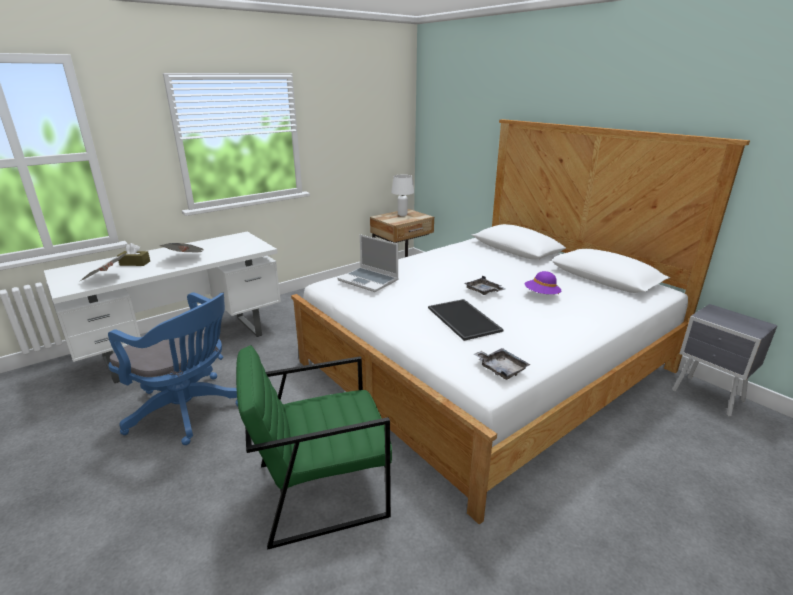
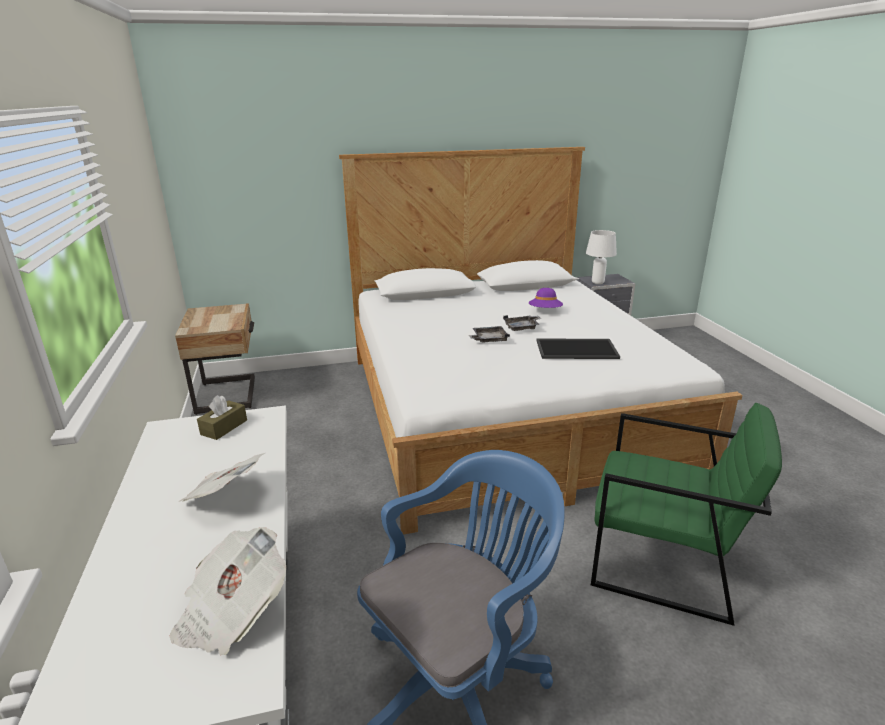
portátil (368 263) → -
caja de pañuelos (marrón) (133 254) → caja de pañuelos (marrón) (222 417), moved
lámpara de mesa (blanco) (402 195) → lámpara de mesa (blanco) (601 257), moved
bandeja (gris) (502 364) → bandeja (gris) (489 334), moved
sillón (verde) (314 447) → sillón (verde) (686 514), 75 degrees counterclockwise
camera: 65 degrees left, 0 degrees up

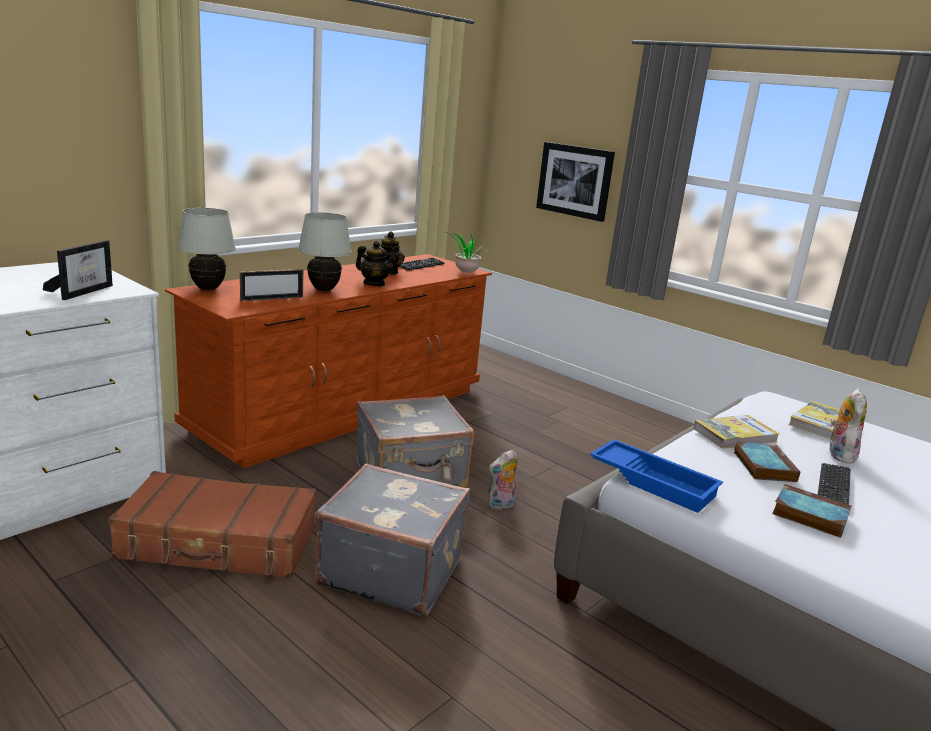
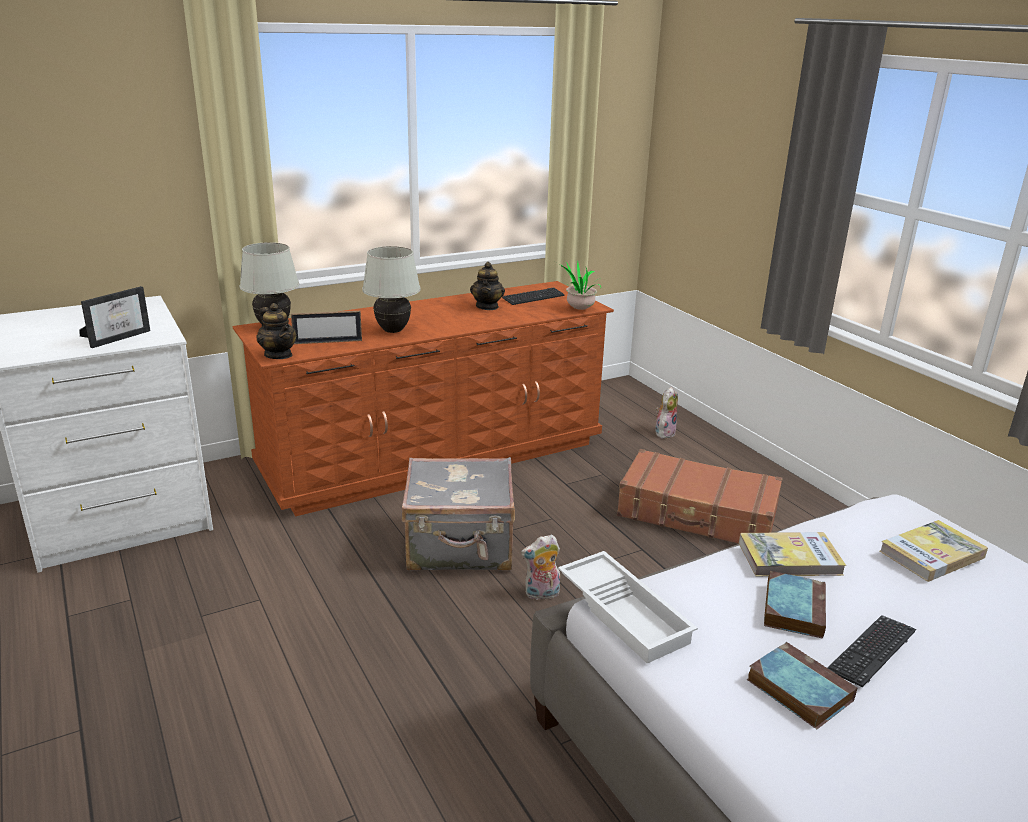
maleta (gris) (392 540) → -
cuadro (575 182) → -
maleta (marrón) (212 525) → maleta (marrón) (700 496), moved
tetera (375 263) → tetera (276 331), moved
peluche (848 426) → peluche (666 413), moved
bandeja (azul) (656 476) → bandeja (blanco) (628 607)
camera: 20 degrees right, 5 degrees up

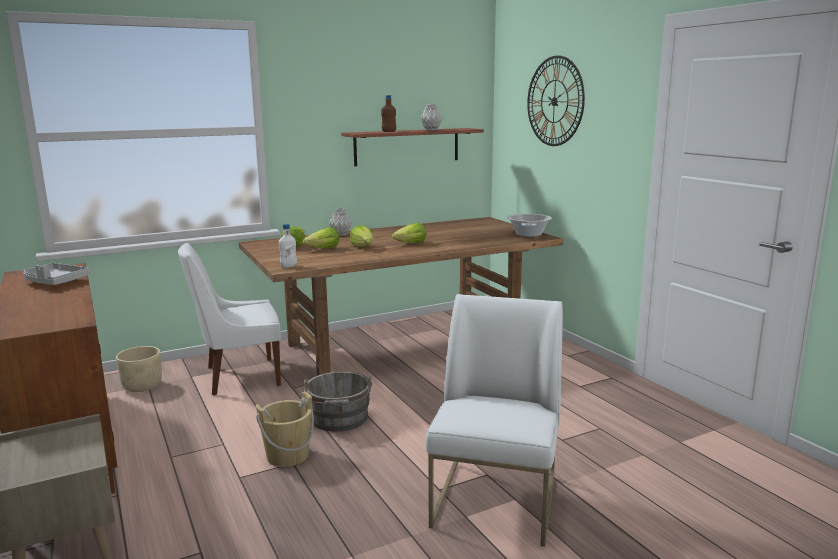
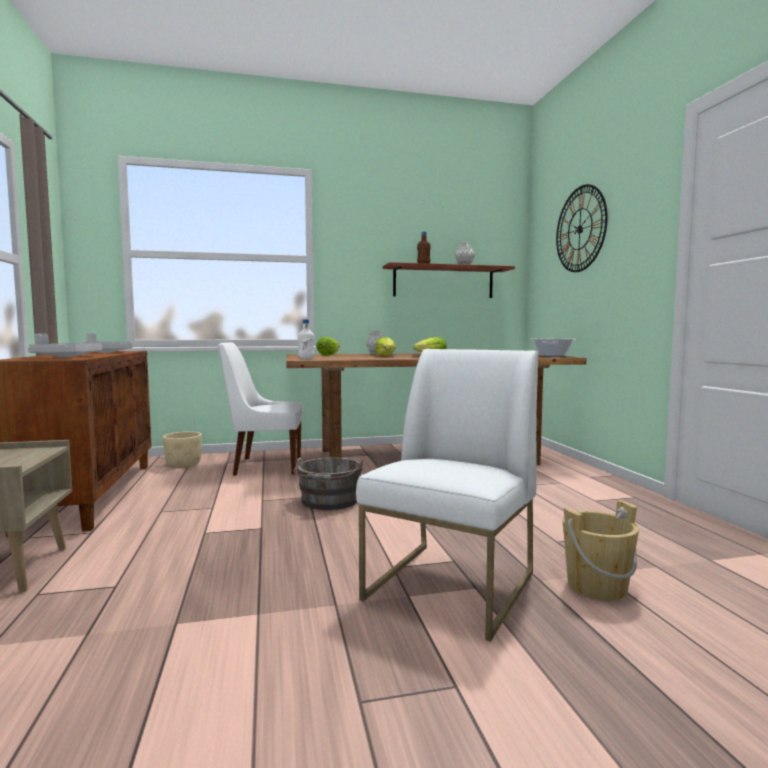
lechuga (321 237) → -
- → bandeja (gris) (65 345)
cubo (beis) (285 429) → cubo (beis) (600 550), moved
camera: 15 degrees right, 10 degrees down

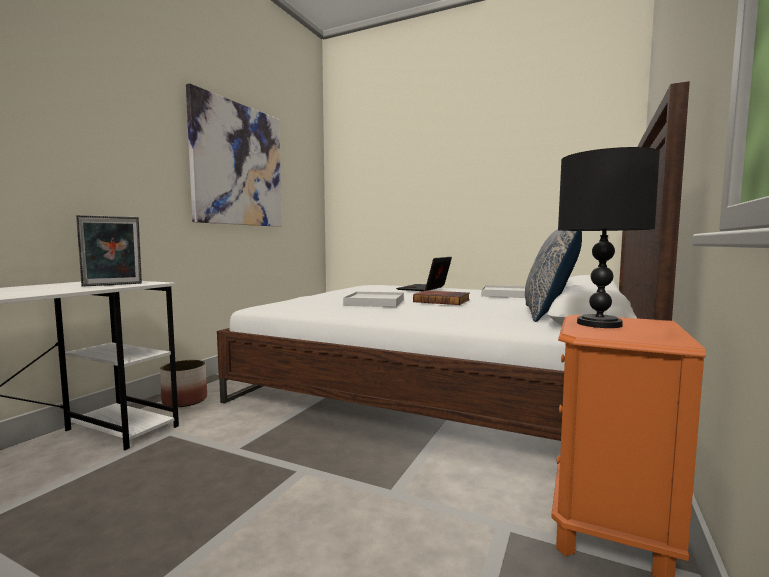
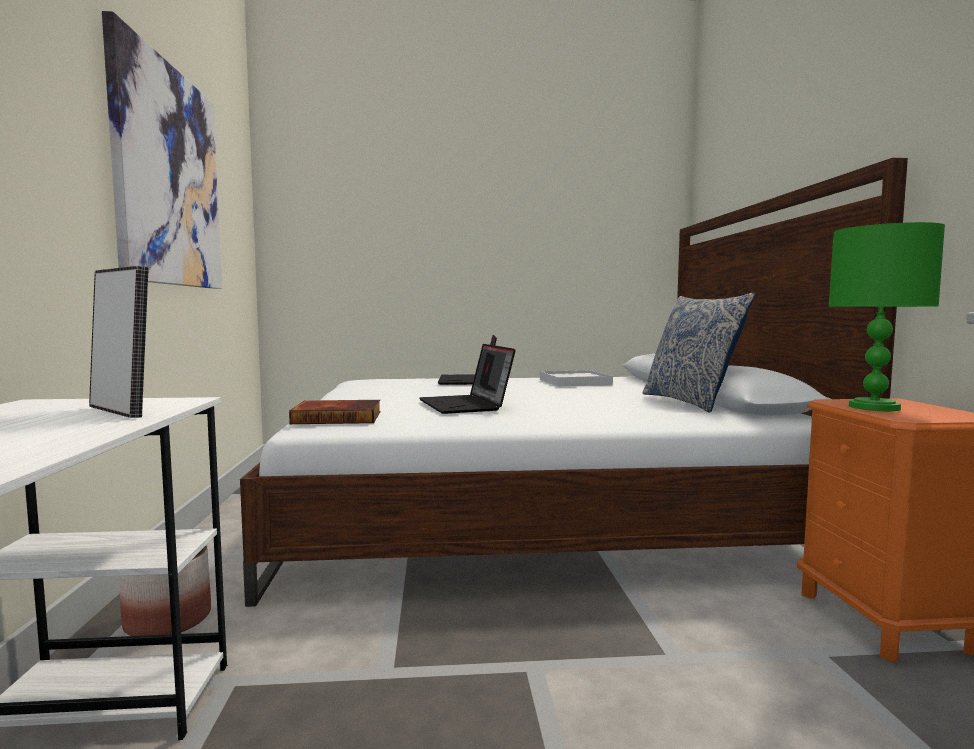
libro (441 297) → libro (334 412), moved
bandeja (blanco) (373 299) → portátil (467 379)
lámpara de mesa (negro) (609 237) → lámpara de mesa (verde) (886 316)
portarretratos (109 250) → portarretratos (119 342), 75 degrees counterclockwise
camera: 30 degrees left, 0 degrees up

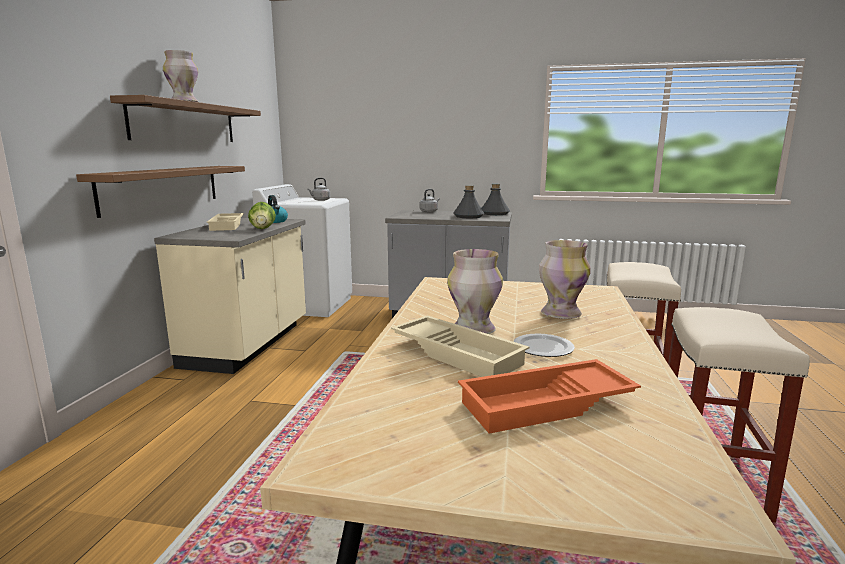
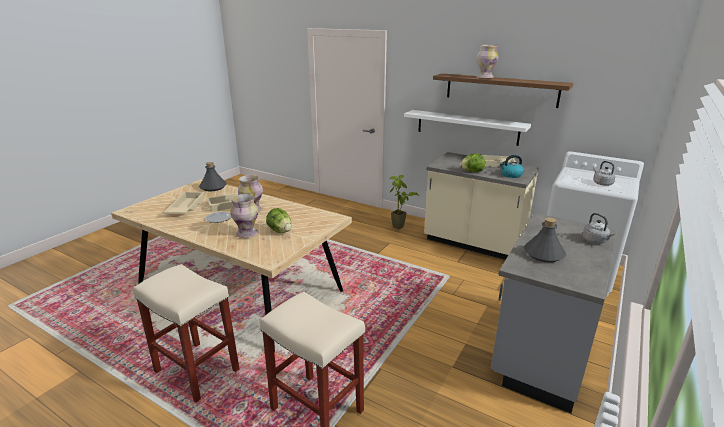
- → lechuga (279 220)
- → planta en maceta (404 202)
botella (gris) (495 199) → botella (gris) (213 176), moved
estante (marrón) (160 192) → estante (blanco) (467 128)
bandeja (naranja) (549 396) → bandeja (beis) (184 203)
camera: 110 degrees right, 10 degrees up

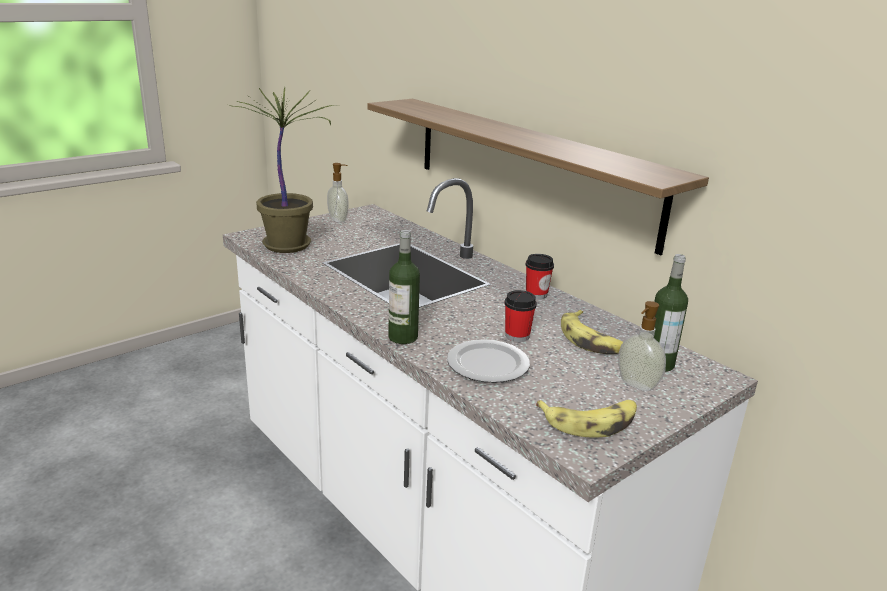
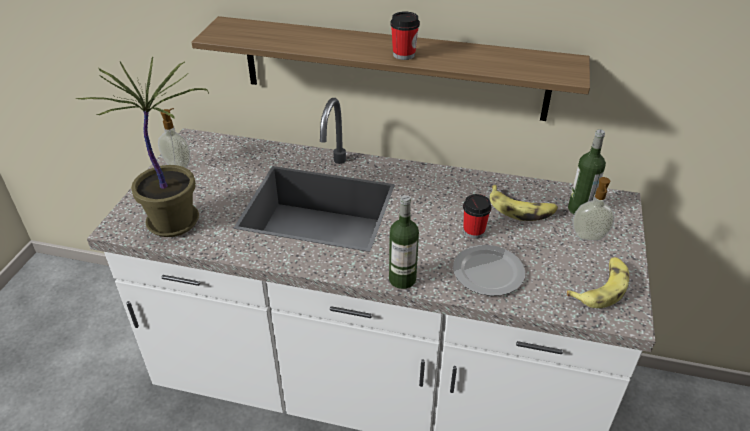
taza (540 276) → taza (405 35), moved
camera: 35 degrees left, 15 degrees up

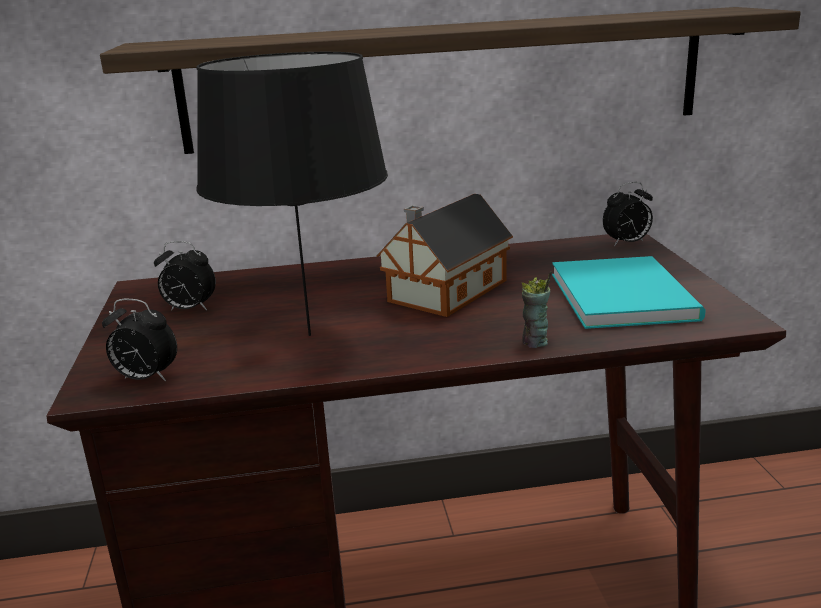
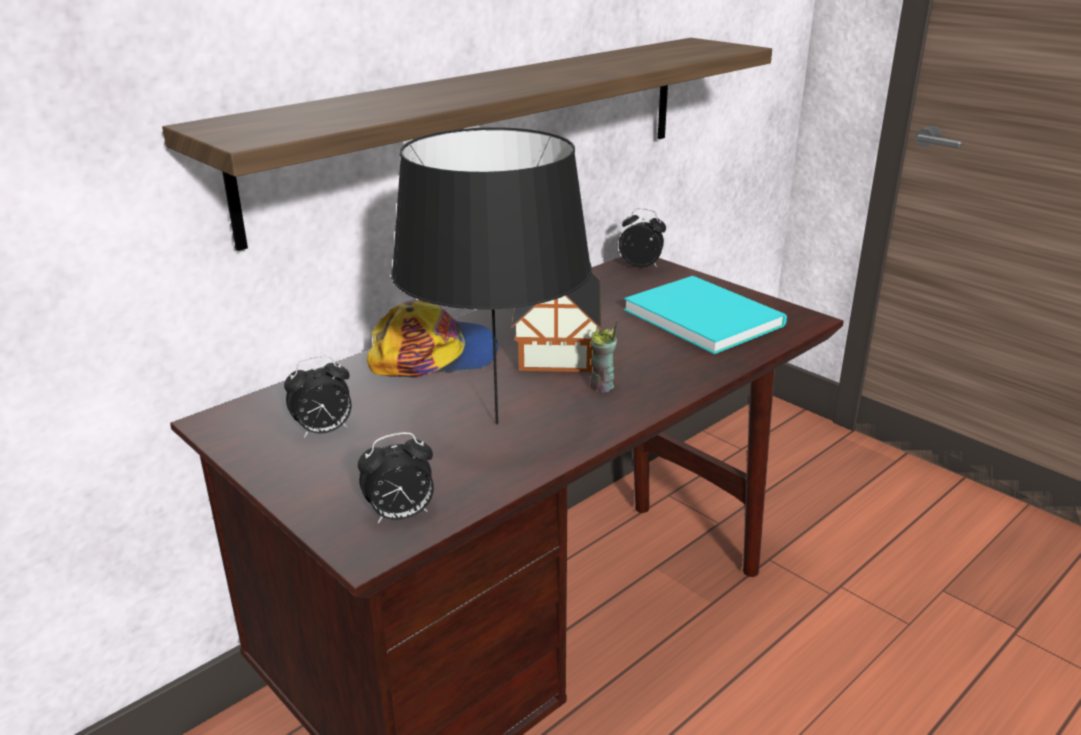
- → gorra (432 339)
taza (536 309) → taza (604 356), moved
despertador (628 214) → despertador (642 237), 105 degrees counterclockwise
camera: 35 degrees left, 5 degrees up

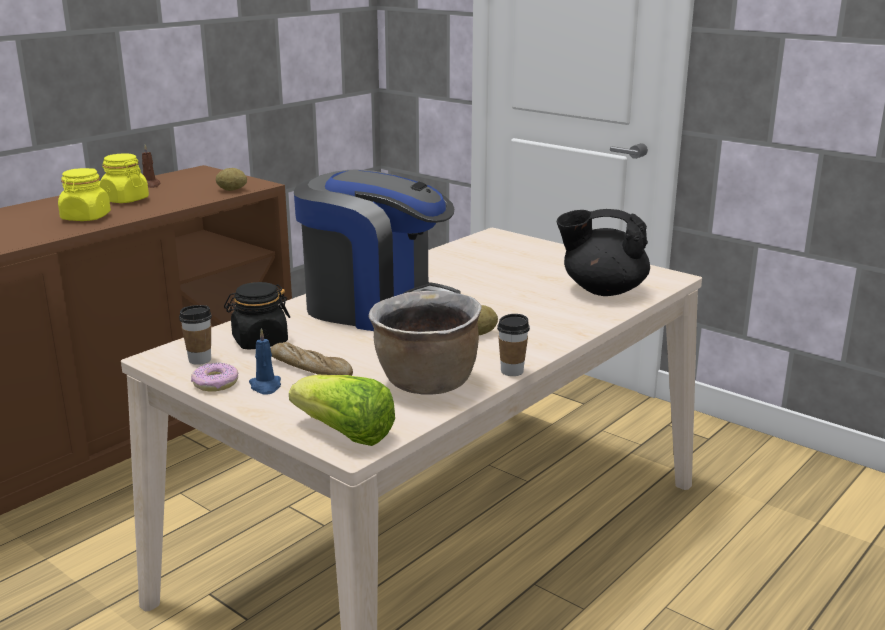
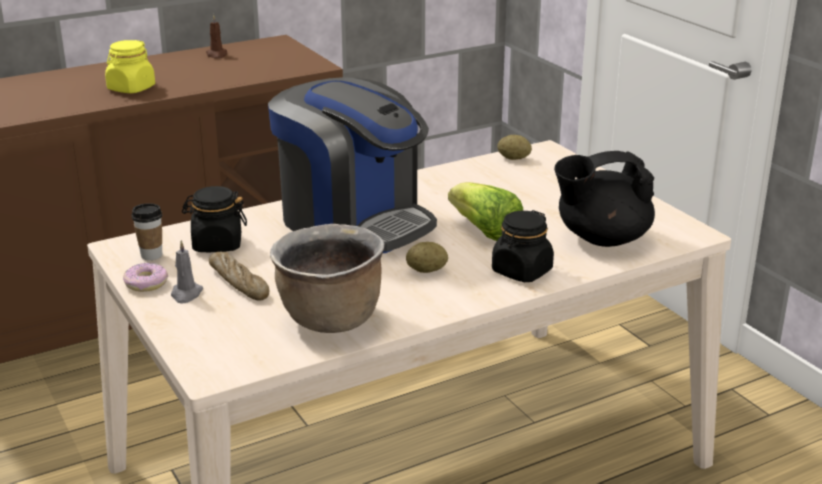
tarro (amarillo) (124 178) → -
taza (513 345) → -
- → tarro (negro) (523 246)
patata (231 179) → patata (515 147), moved
lechuga (342 410) → lechuga (485 211), moved
vela (azul) (265 361) → vela (gris) (187 271)
tetera (negro) (603 252) → tetera (negro) (604 199), 45 degrees counterclockwise
camera: 20 degrees right, 5 degrees up

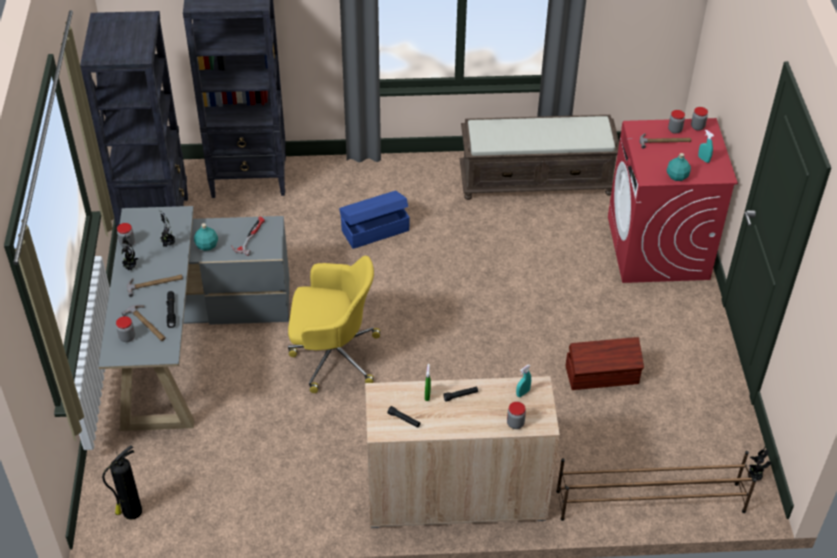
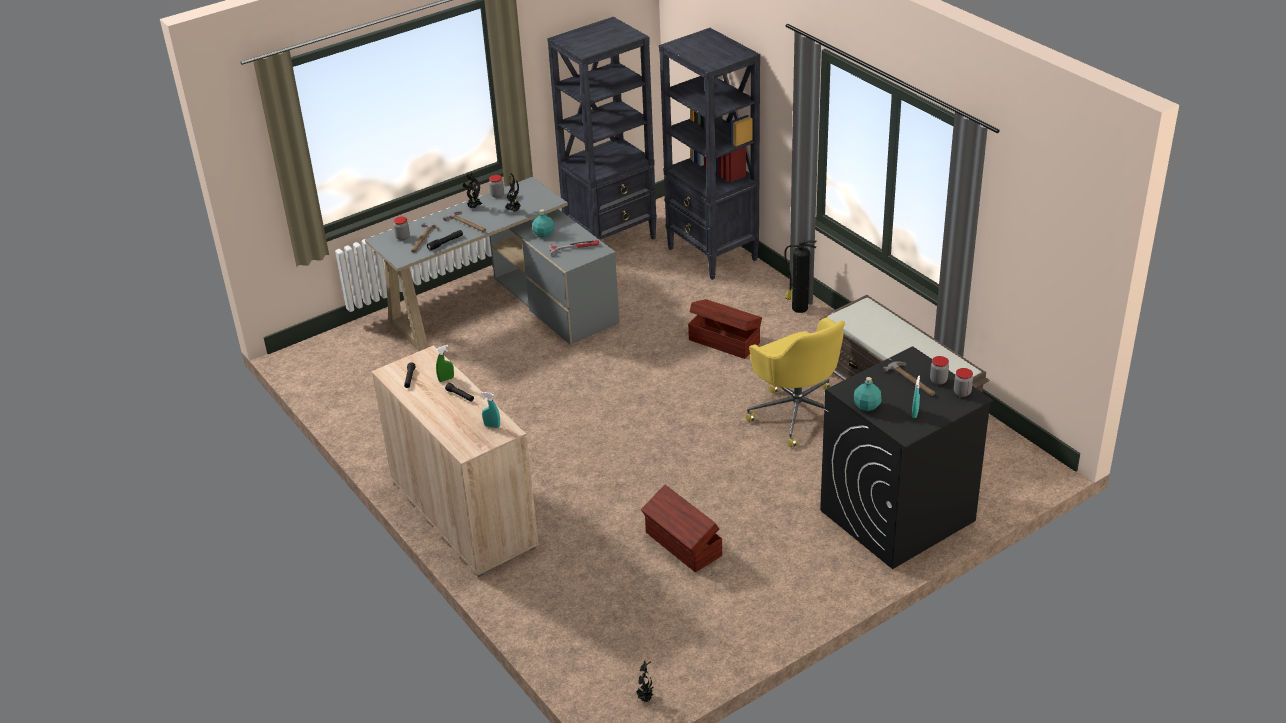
tarro (516 415) → -
zapatero (marrón) (656 486) → -
extintor (122 482) → extintor (800 276), moved
silla de oficina (amarillo) (334 324) → silla de oficina (amarillo) (795 383), moved
caja de almacenaje (azul) (374 220) → caja de almacenaje (marrón) (725 329)
lavadora (rojo) (673 200) → lavadora (negro) (907 457)
camera: 60 degrees right, 10 degrees down

